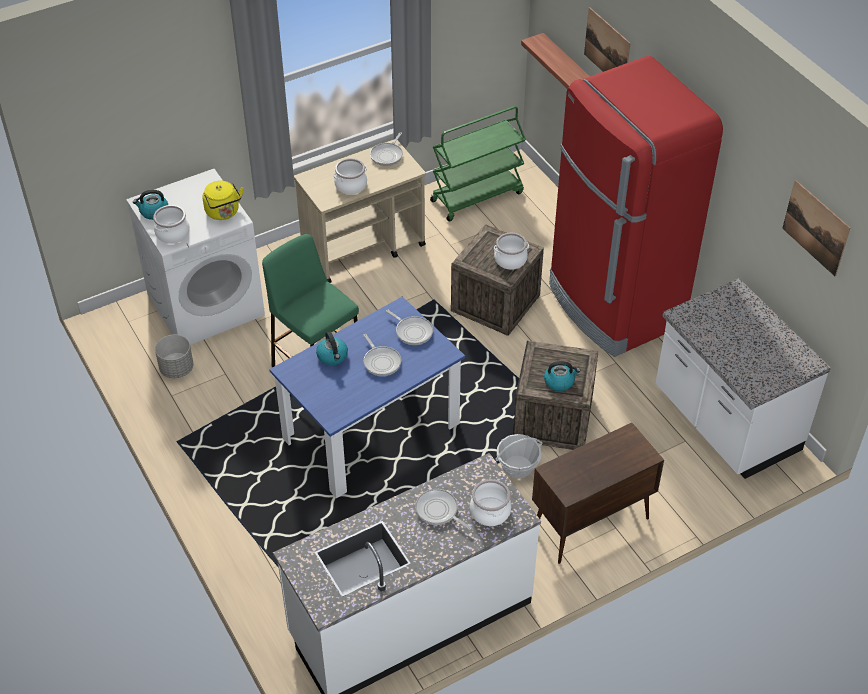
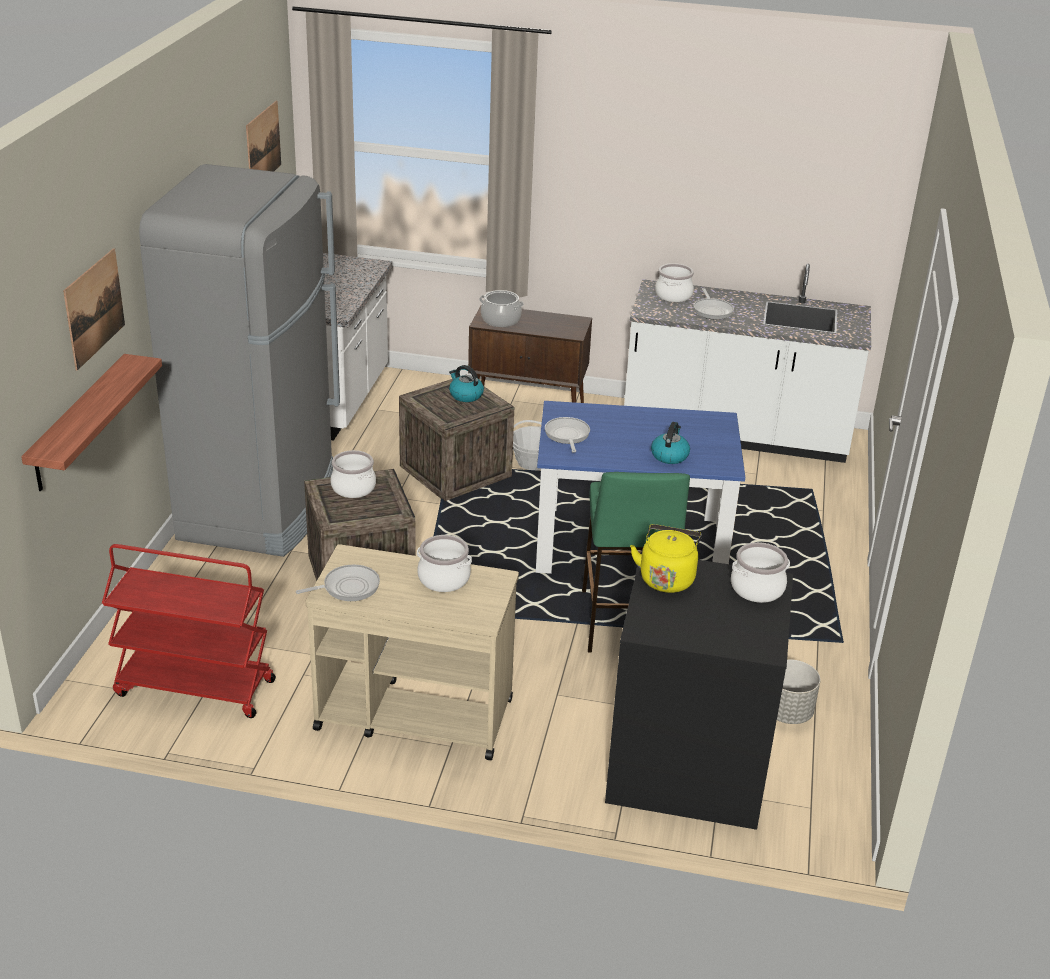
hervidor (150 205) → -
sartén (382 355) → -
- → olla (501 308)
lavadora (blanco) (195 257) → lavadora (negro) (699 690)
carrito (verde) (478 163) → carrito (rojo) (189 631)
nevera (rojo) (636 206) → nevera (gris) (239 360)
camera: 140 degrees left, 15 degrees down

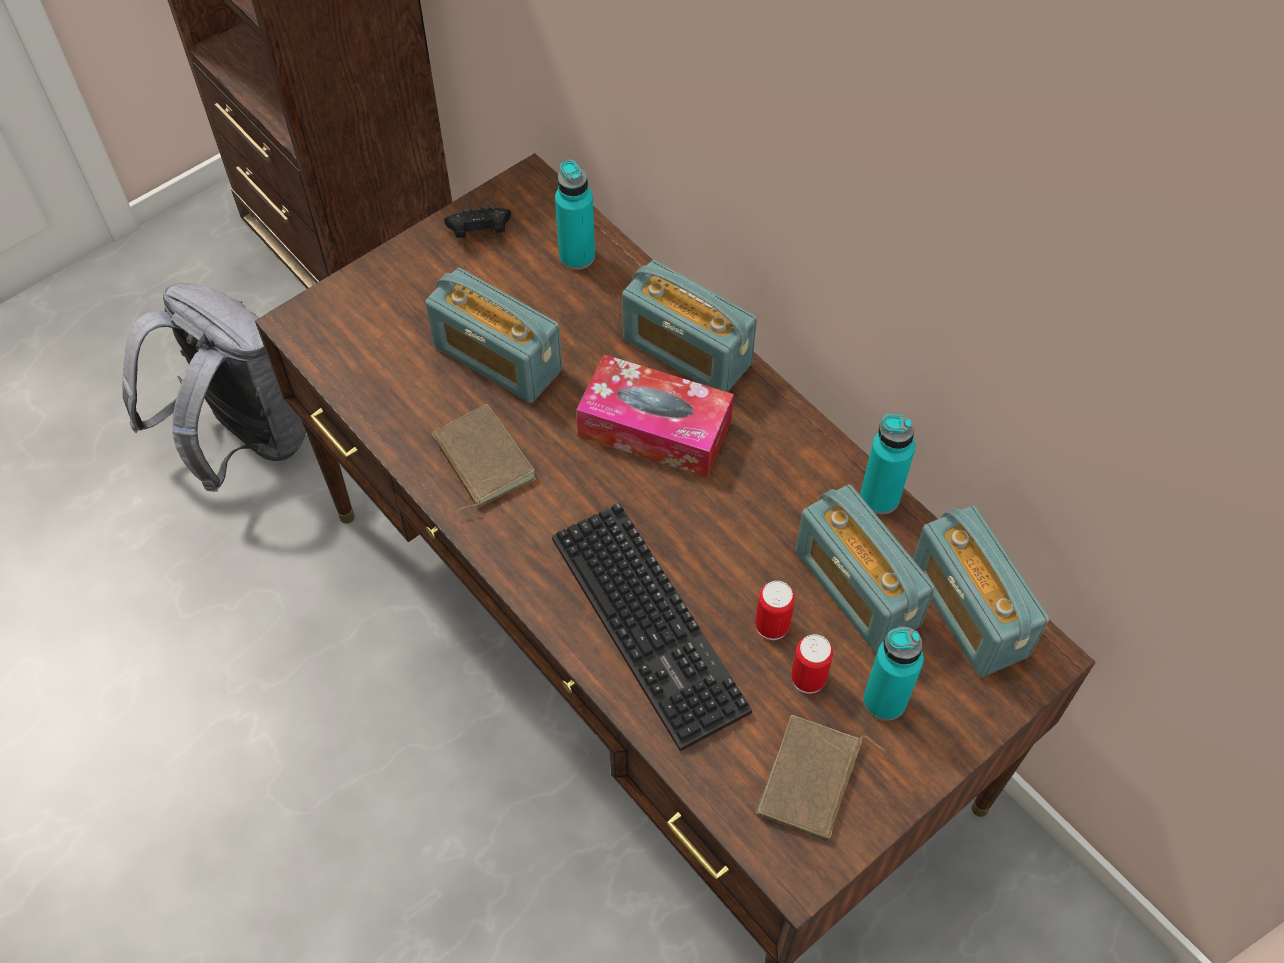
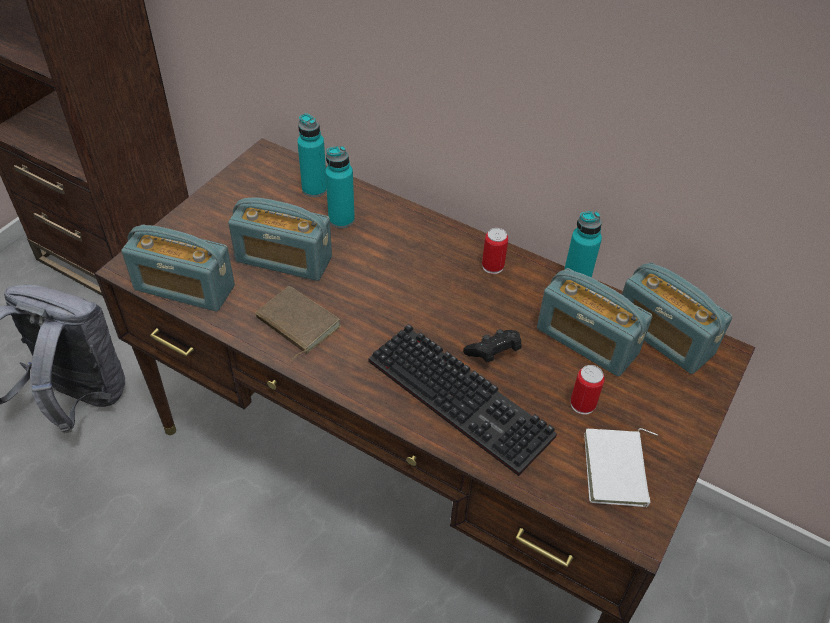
caja de pañuelos (655 416) → -
mando de consola (negro) (477 221) → mando de consola (negro) (492 346), moved
radio (689 326) → radio (178 268), moved
lata (775 610) → lata (495 251), moved
botella (turquesa) (893 674) → botella (turquesa) (340 187), moved
libro (marrón) (820 778) → libro (blanco) (621 467)
camera: 20 degrees left, 10 degrees down

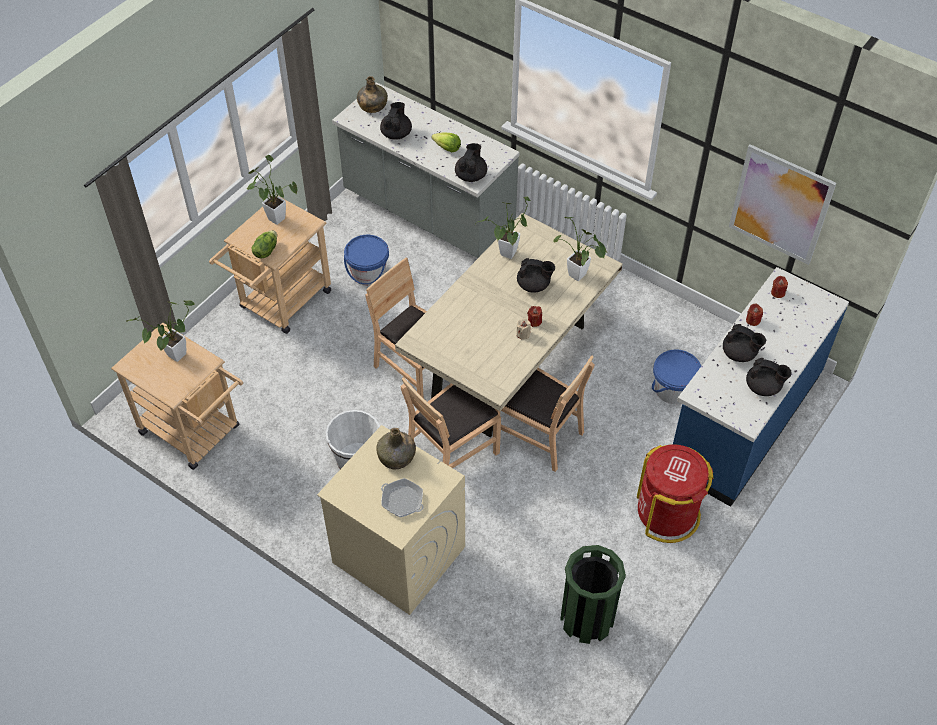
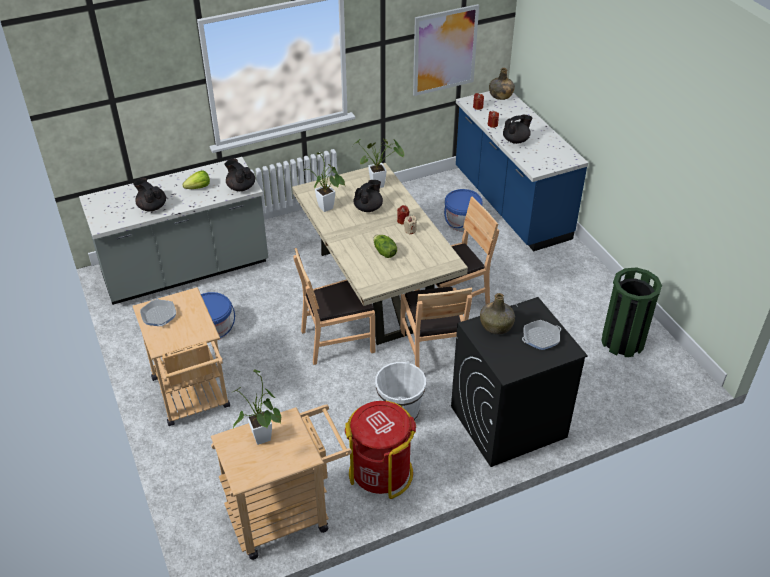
tetera (negro) (769 377) → -
lechuga (264 244) → lechuga (385 246), moved
botella (verde) (372 94) → botella (verde) (502 84), moved
papelera (rojo) (675 493) → papelera (rojo) (380 450), moved
planta en maceta (271 190) → sartén (158 312)
lavadora (beis) (391 520) → lavadora (negro) (519 382)
camera: 60 degrees left, 10 degrees down

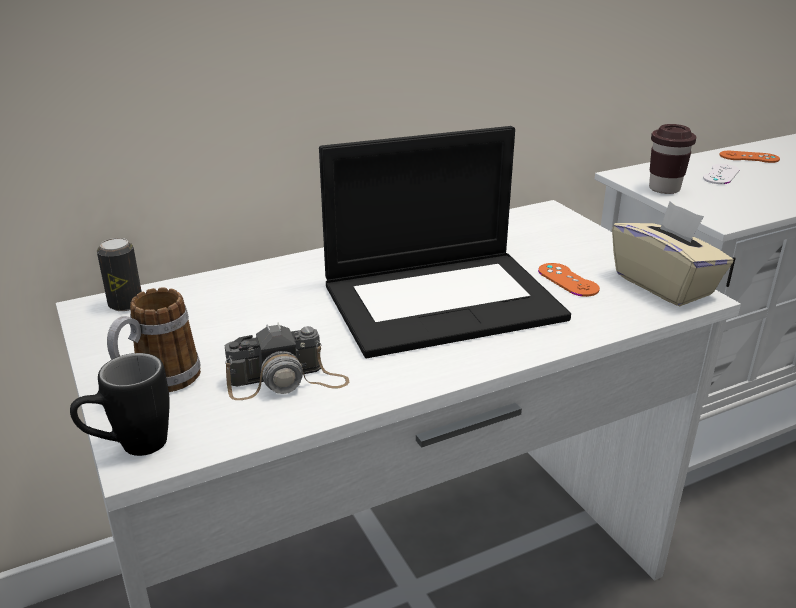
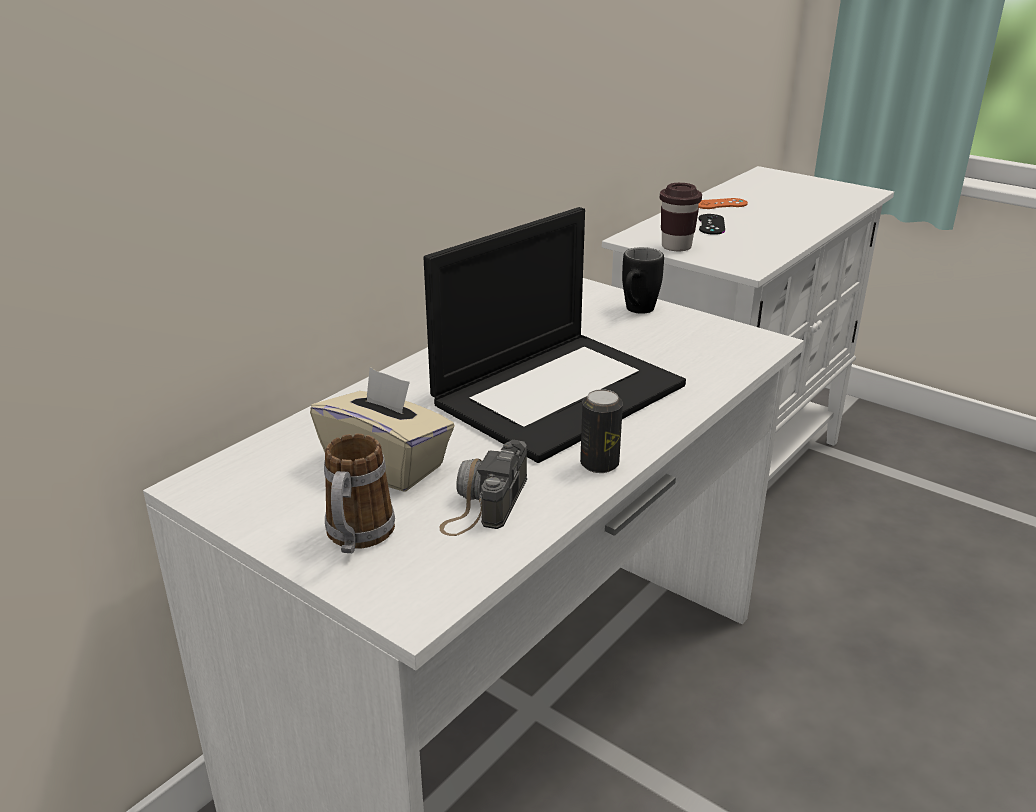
mando de consola (naranja) (569 280) → -
taza grande (negro) (120 404) → taza grande (negro) (643 280), moved
lata (119 274) → lata (601 431), moved
caja de pañuelos (beis) (672 253) → caja de pañuelos (beis) (382 429), moved
mando de consola (blanco) (721 174) → mando de consola (negro) (711 224)
cámara (287 361) → cámara (483 488), 150 degrees clockwise
camera: 25 degrees left, 0 degrees up

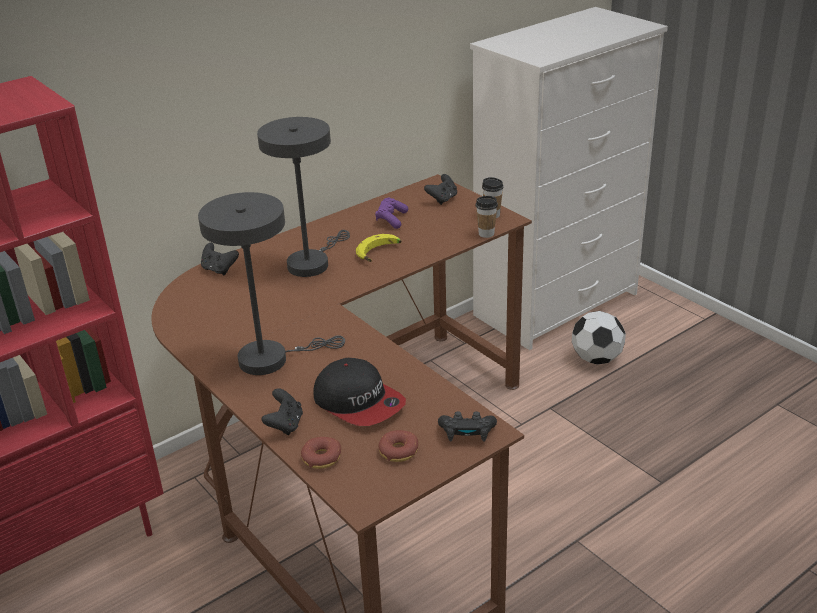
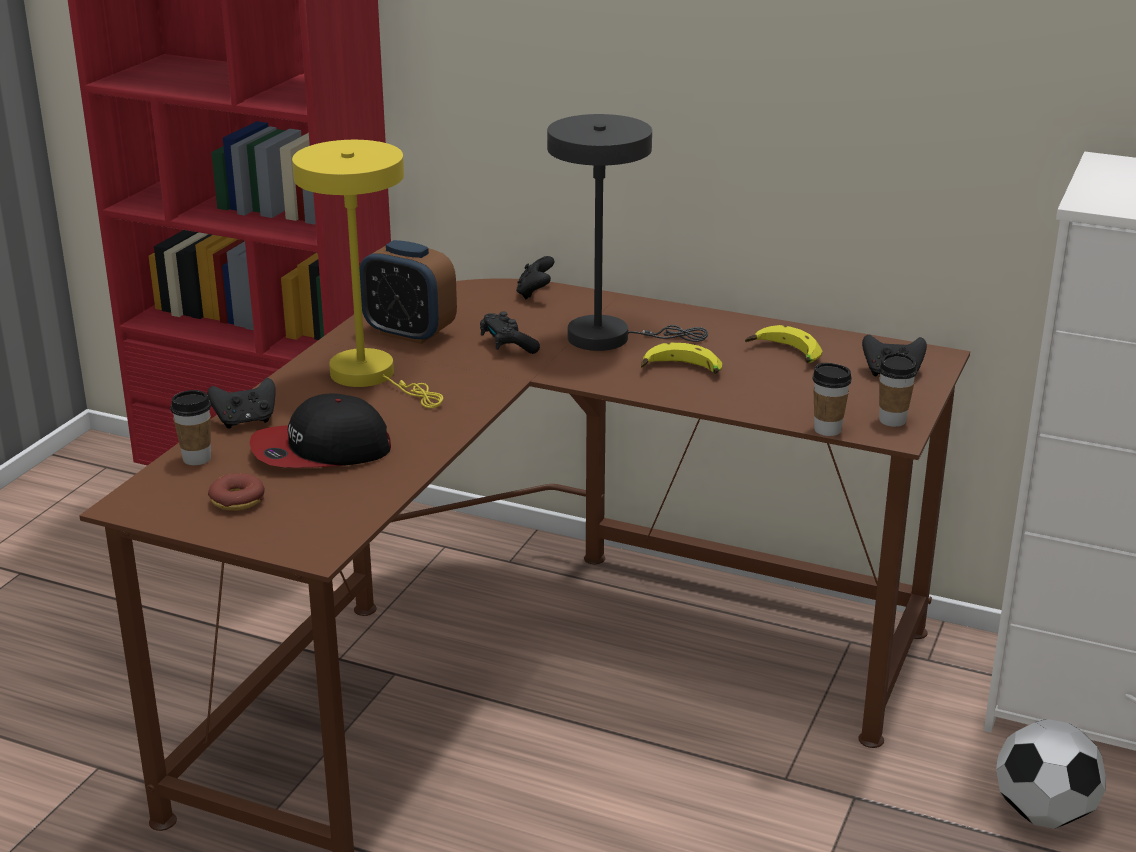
- → despertador (408 292)
mando de consola (negro) (467 426) → mando de consola (negro) (510 332), moved
rosquilla (321 453) → taza (191 427)
mando de consola (morado) (391 213) → plátano (783 344)
lámpara de mesa (gris) (271 283) → lámpara de mesa (amarillo) (367 274)
gorra (359 392) → gorra (320 431), 60 degrees clockwise
camera: 60 degrees right, 5 degrees down

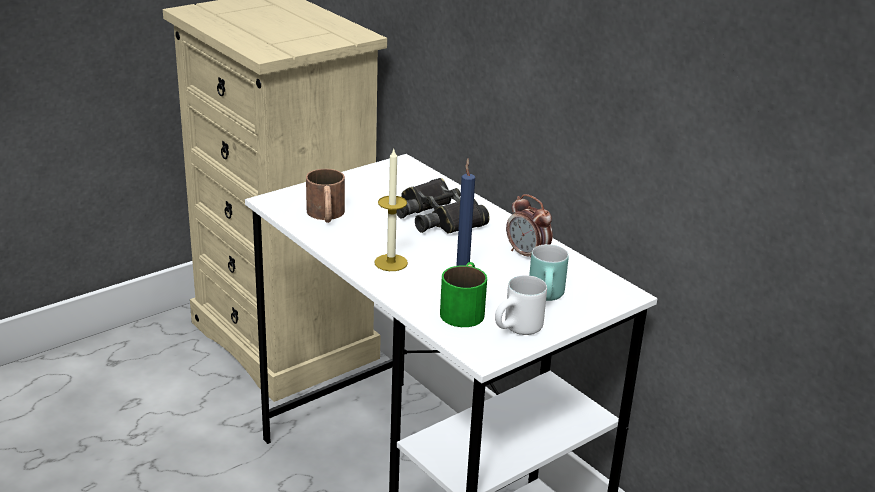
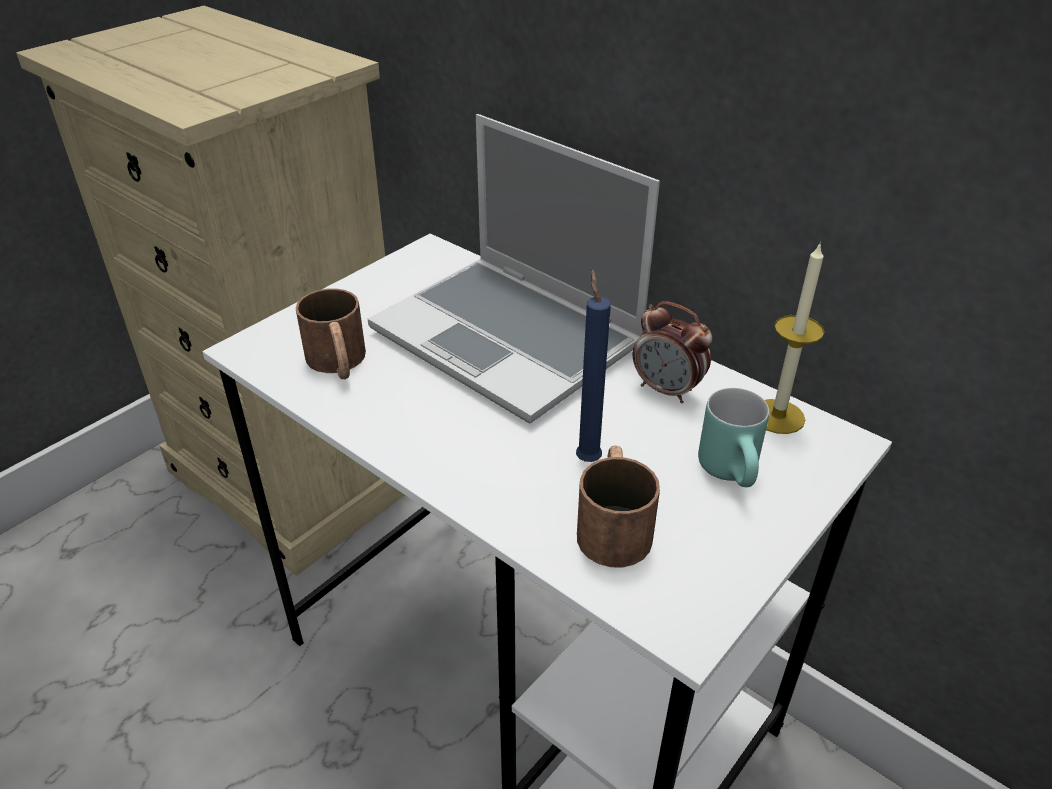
taza grande (blanco) (521 305) → -
vela (391 210) → vela (794 338), moved
prismáticos (negro) (443 206) → portátil (514 269)
taza grande (verde) (463 294) → taza grande (marrón) (618 506)
camera: 10 degrees left, 10 degrees up

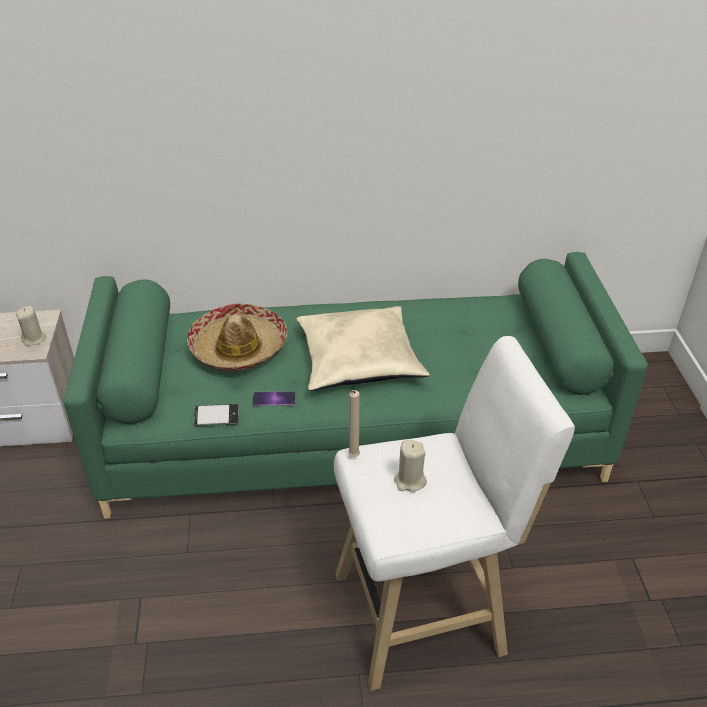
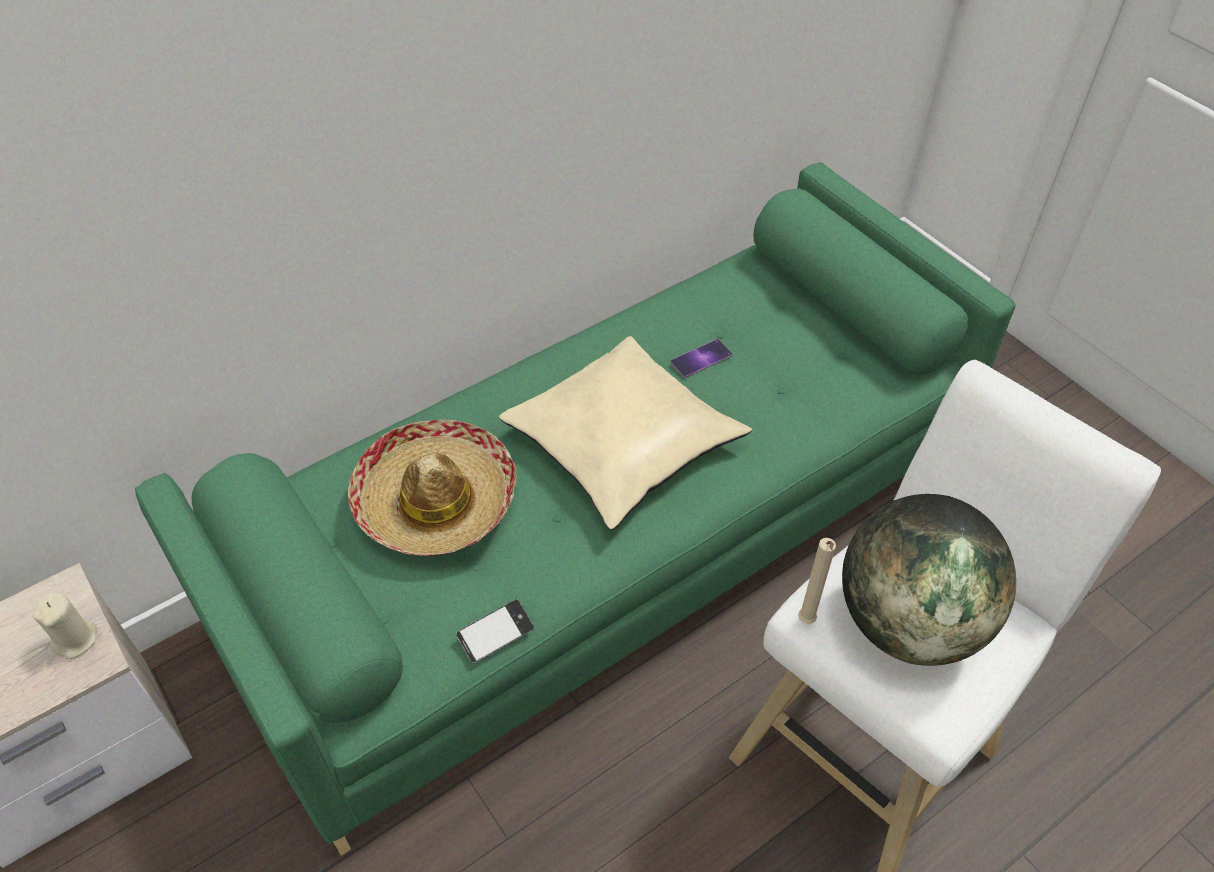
móvil (274 398) → móvil (701 358), moved
vela (beis) (410 466) → globo terráqueo (929 580)
camera: 30 degrees left, 10 degrees up

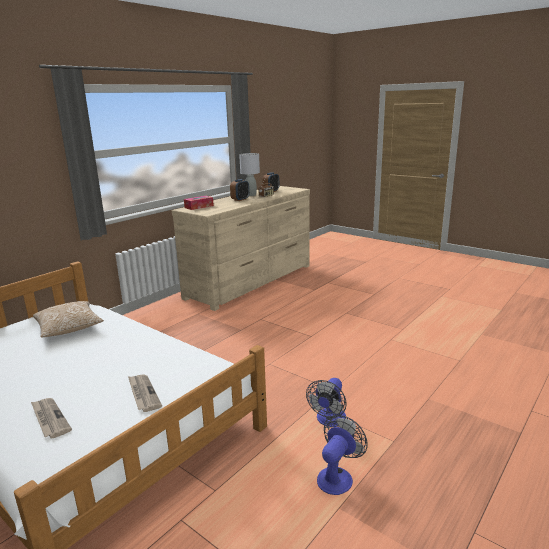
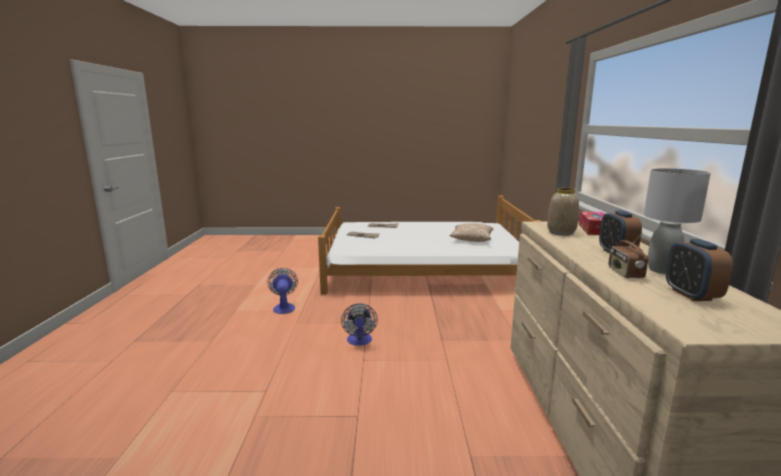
- → florero (563 212)
ventilador (342 455) → ventilador (359 325), moved
camera: 140 degrees right, 5 degrees down

